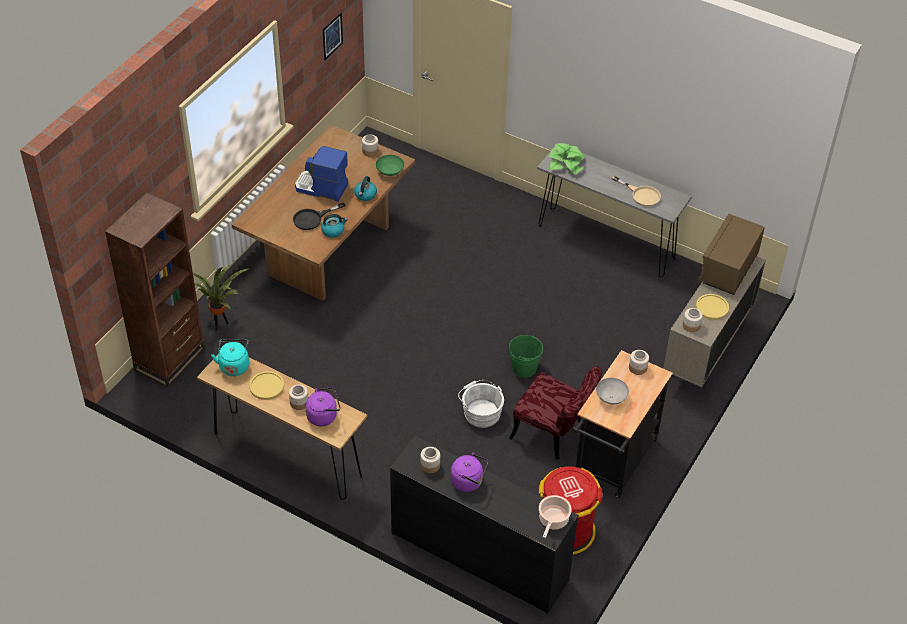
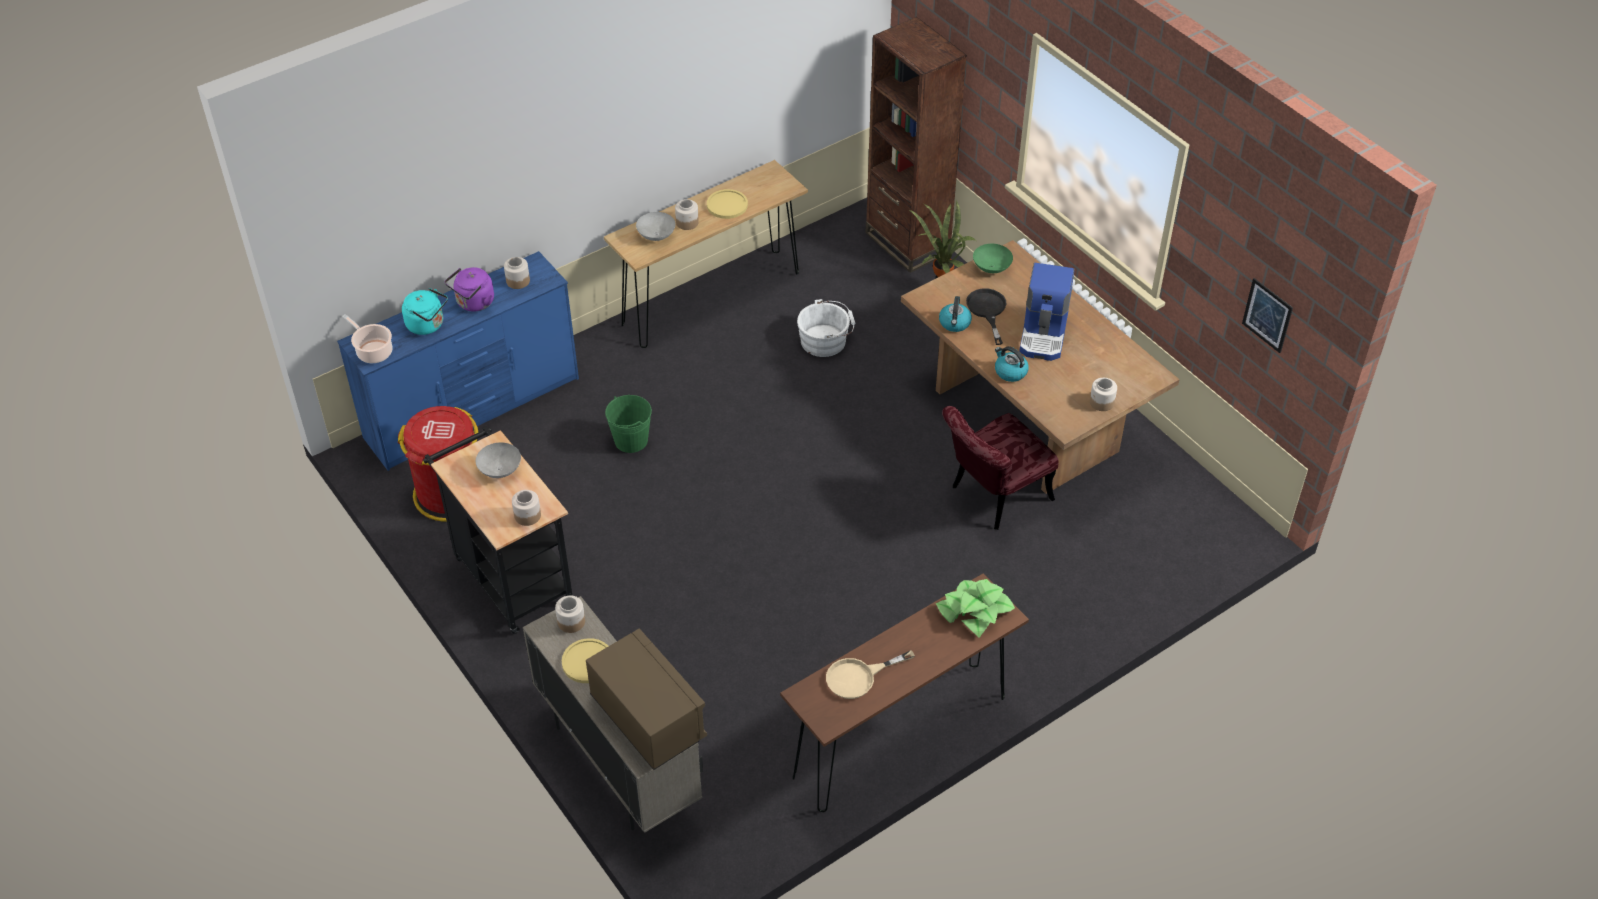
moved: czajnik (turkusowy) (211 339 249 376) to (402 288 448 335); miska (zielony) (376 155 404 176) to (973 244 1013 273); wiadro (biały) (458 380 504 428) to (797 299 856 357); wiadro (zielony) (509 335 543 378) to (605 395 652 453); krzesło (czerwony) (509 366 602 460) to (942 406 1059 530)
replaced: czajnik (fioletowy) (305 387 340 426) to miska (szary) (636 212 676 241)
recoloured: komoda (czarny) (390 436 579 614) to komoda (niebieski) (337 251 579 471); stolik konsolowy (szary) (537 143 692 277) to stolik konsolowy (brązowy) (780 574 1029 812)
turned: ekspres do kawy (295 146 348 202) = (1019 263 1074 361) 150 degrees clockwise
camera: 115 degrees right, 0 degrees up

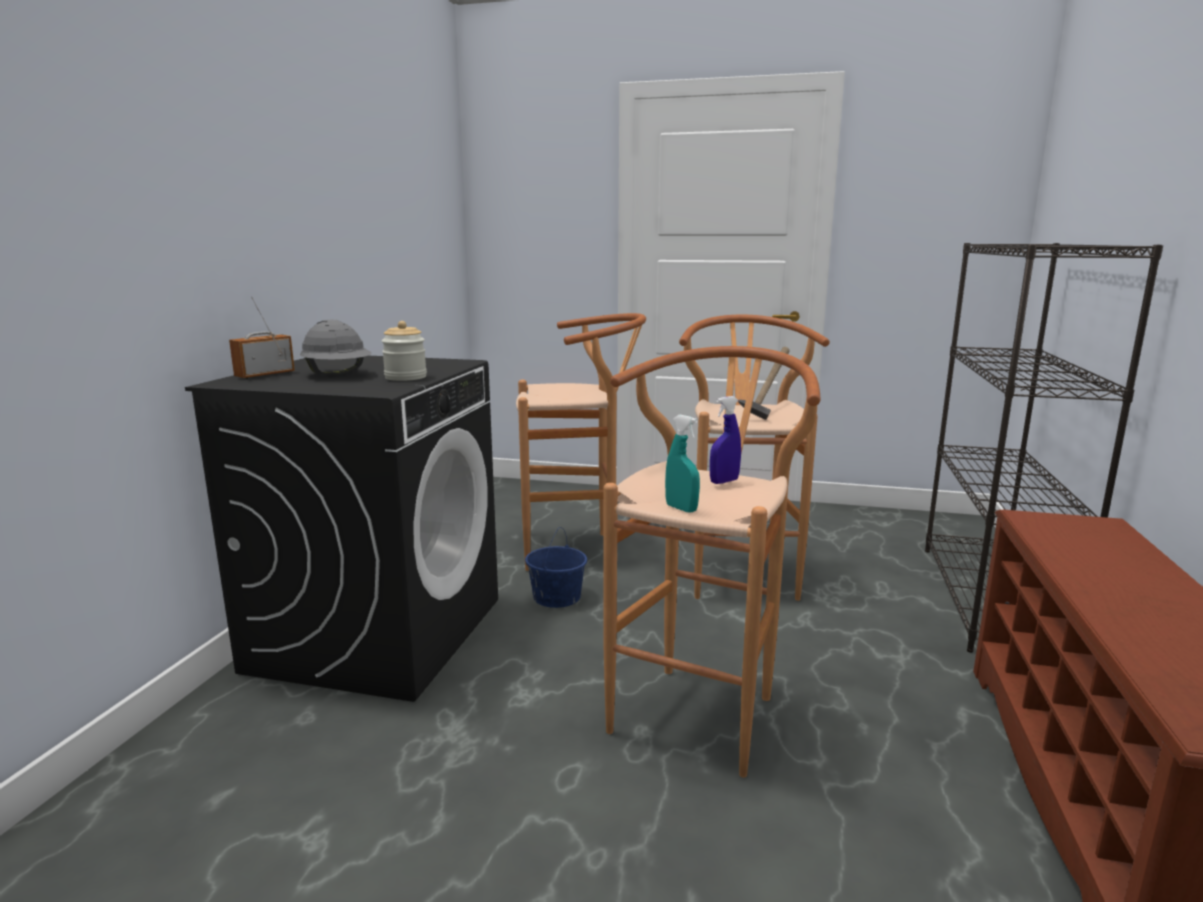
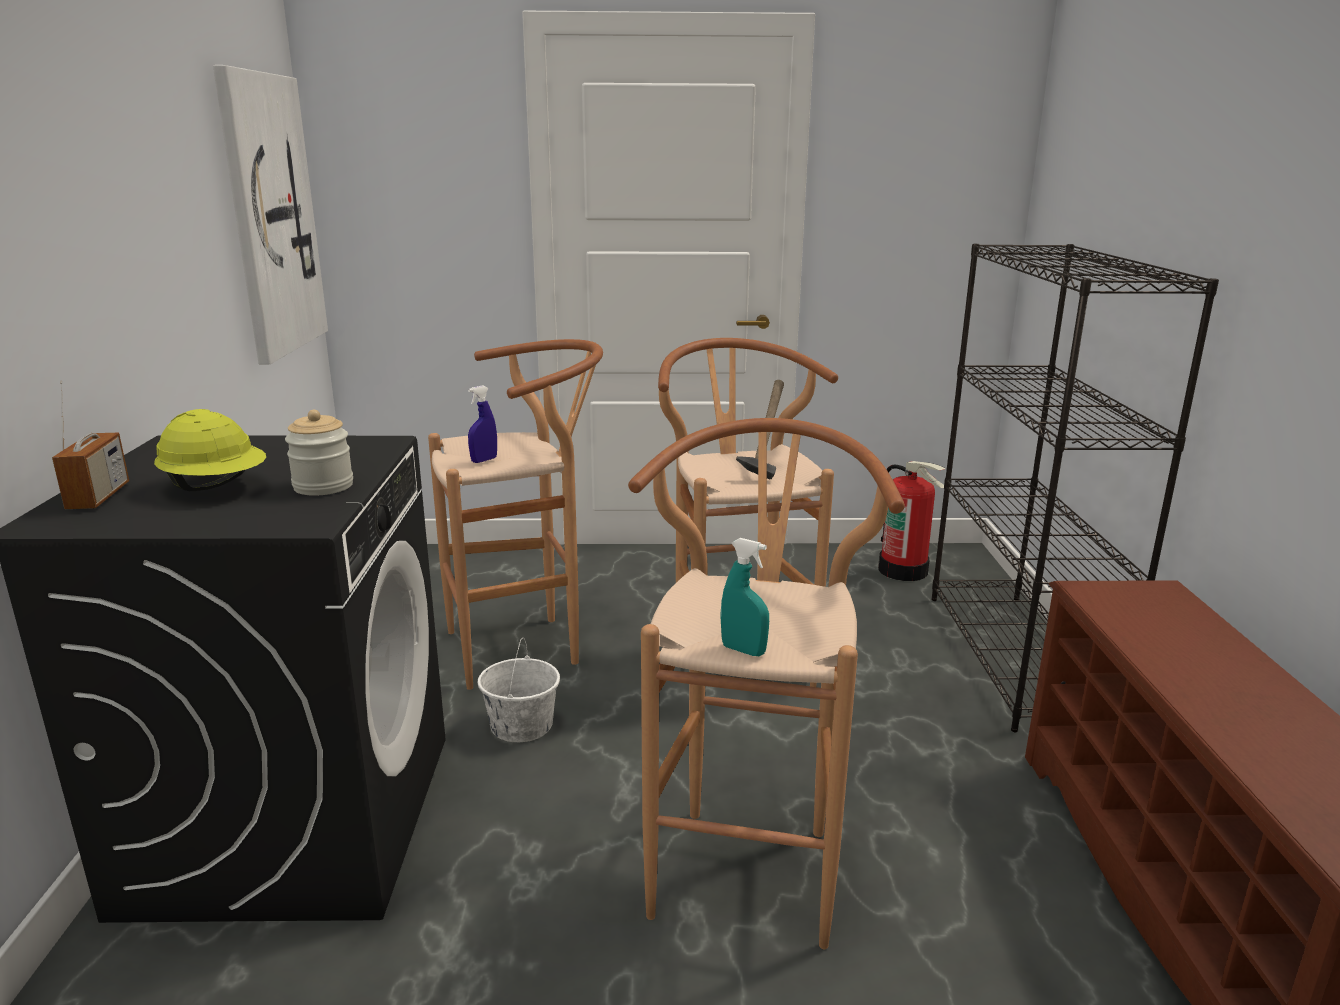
added: obraz (213 65 328 365); gaśnica (878 461 946 581)
moved: spryskiwacz (niebieski) (710 396 741 484) to (468 385 497 463)
recoloured: kask (szary) (300 320 372 375) to kask (żółty) (154 409 266 491); wiadro (niebieski) (525 527 587 608) to wiadro (biały) (478 638 560 742)
turned: radio (229 297 295 379) = (52 381 129 509) 150 degrees clockwise
camera: 15 degrees left, 5 degrees up

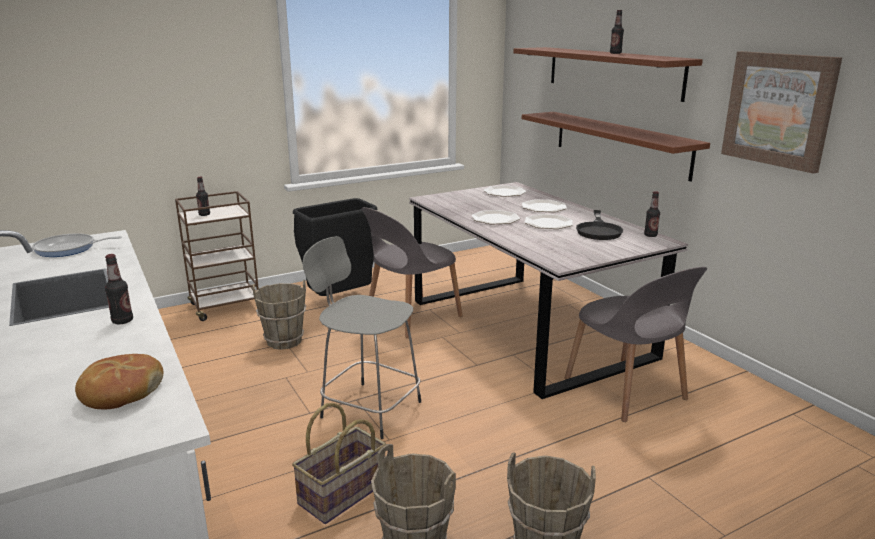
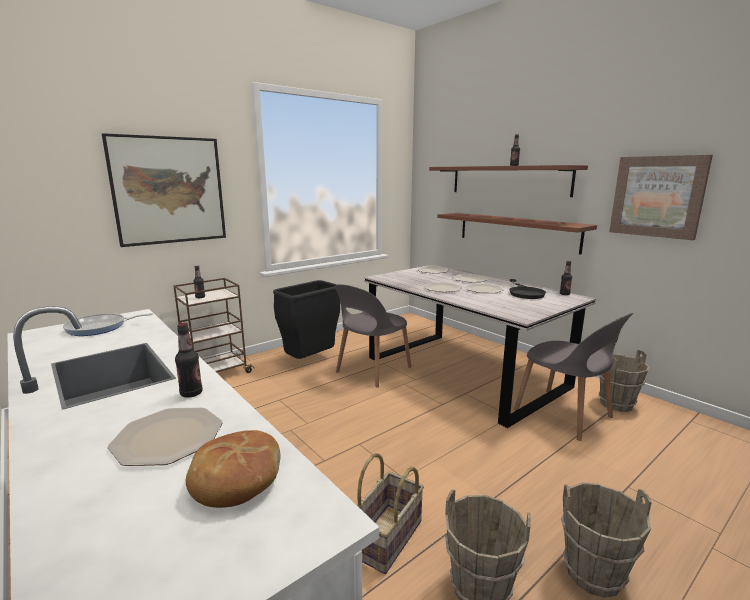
removed: stołek (szary) (302 236 421 439)
added: obraz (102 133 226 247); talerz (108 407 223 466)
moved: wiadro (brązowy) (252 280 306 350) to (598 350 649 412)
camera: 10 degrees left, 5 degrees down

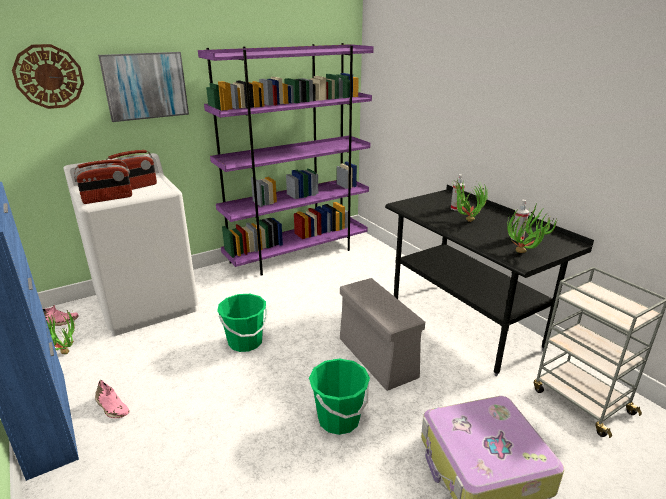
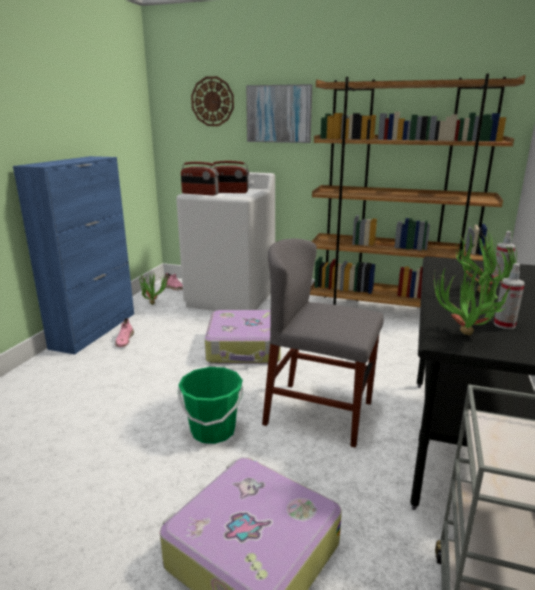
replaced: wiadro (zielony) (217 294 268 352) to walizka (205 310 281 364); pojemnik do przechowywania (szary) (340 278 425 391) to krzesło (szary) (262 239 384 448)
recoloured: regał (fioletowy) (198 43 374 276) to regał (brązowy) (310 74 526 307)
camera: 50 degrees right, 5 degrees down

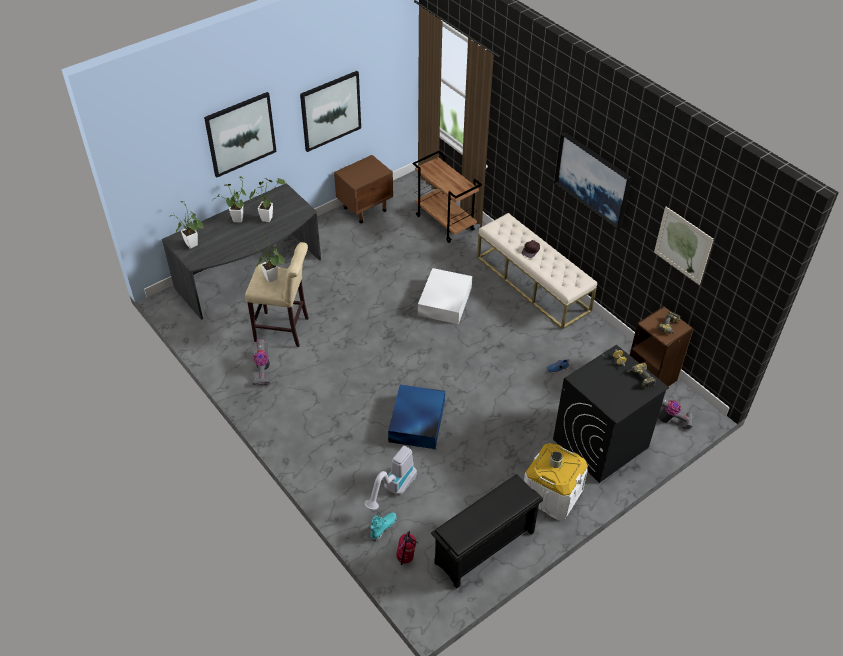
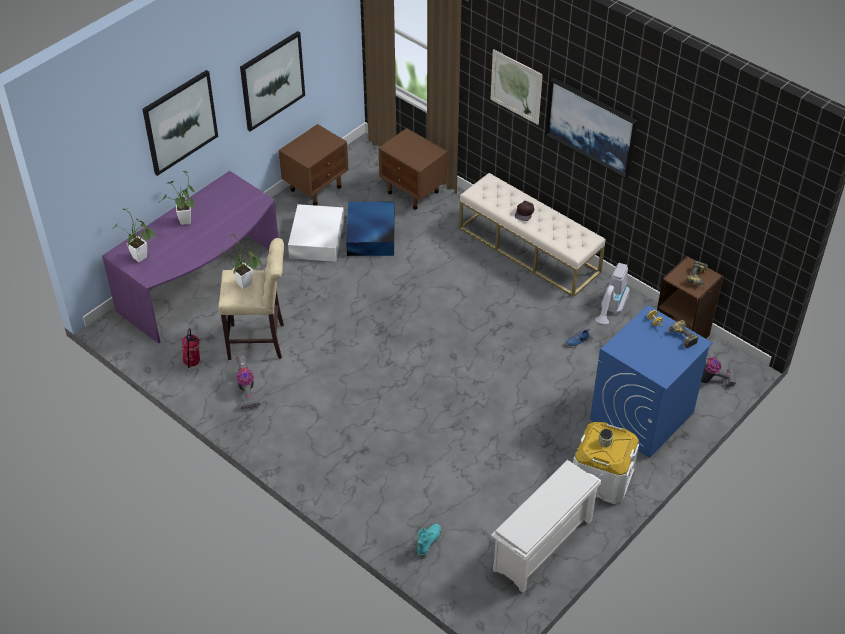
removed: roślina doniczkowa (249 178 286 222)
moved: odkurzacz (365 446 417 510) to (595 263 630 324); pojemnik do przechowywania (niebieski) (388 385 445 449) to (346 202 395 256); gaśnica (396 531 418 565) to (182 328 200 368); pojemnik do przechowywania (biały) (418 268 472 324) to (288 204 344 262); obraz (654 207 714 285) to (491 49 543 125)
replaced: wózek (brązowy) (413 151 482 243) to szafka nocna (brązowy) (379 128 448 210)
recoloured: biurko (szary) (162 183 321 320) to biurko (fioletowy) (102 171 278 344); regał na buty (czarny) (431 474 543 589) to regał na buty (biały) (491 460 601 593); pralka (czarny) (553 345 669 483) to pralka (niebieski) (590 305 713 458)
camera: 10 degrees left, 0 degrees up

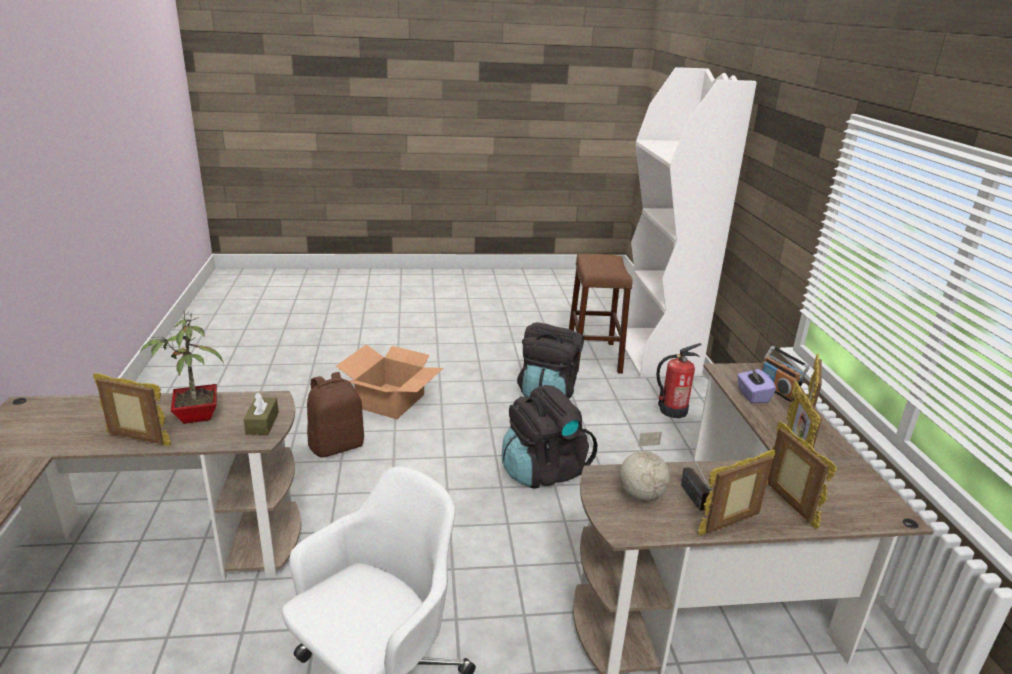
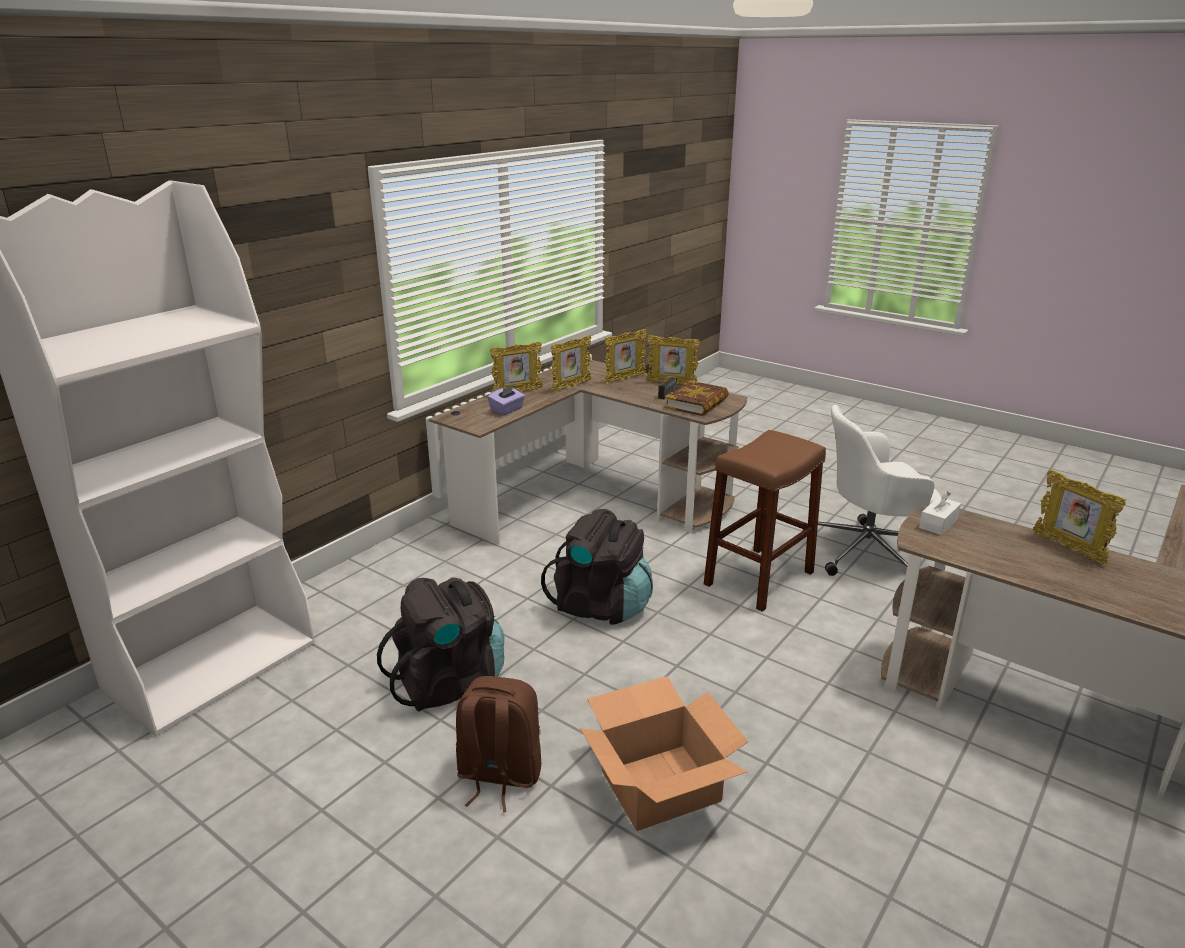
removed: roślina doniczkowa (140 311 224 424); gaśnica (656 343 702 418); radio (761 346 810 402)
moved: plecak (brązowy) (307 372 364 458) to (456 676 541 812); stołek (brązowy) (569 254 632 374) to (704 430 826 612)
replaced: globus (619 432 670 502) to książka (664 380 729 416)
recoloured: pudełko chusteczek (brązowy) (244 392 279 435) to pudełko chusteczek (biały) (919 491 961 535)
turned: ramka na zdjęcie (767 421 837 529) = (604 329 647 383) 150 degrees counterclockwise
camera: 135 degrees left, 0 degrees up

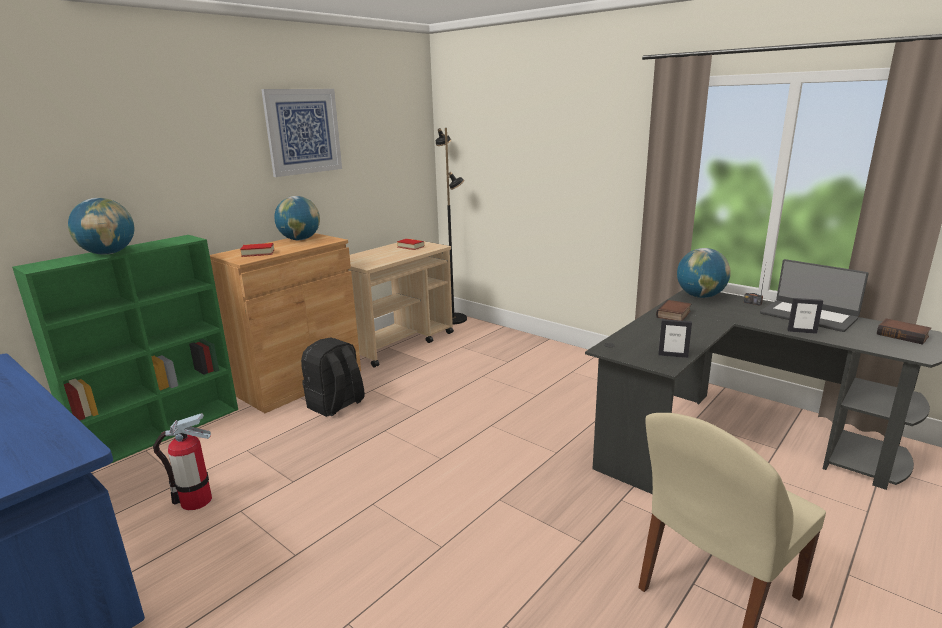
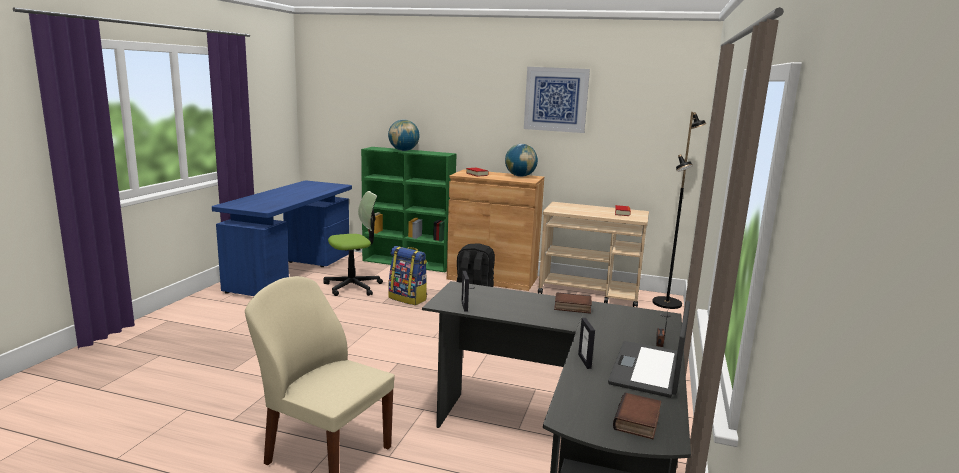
removed: globus (677 248 731 298)
added: plecak (388 246 427 305)
replaced: gaśnica (153 413 212 510) to krzesło biurowe (323 191 383 296)
camera: 65 degrees right, 5 degrees down

